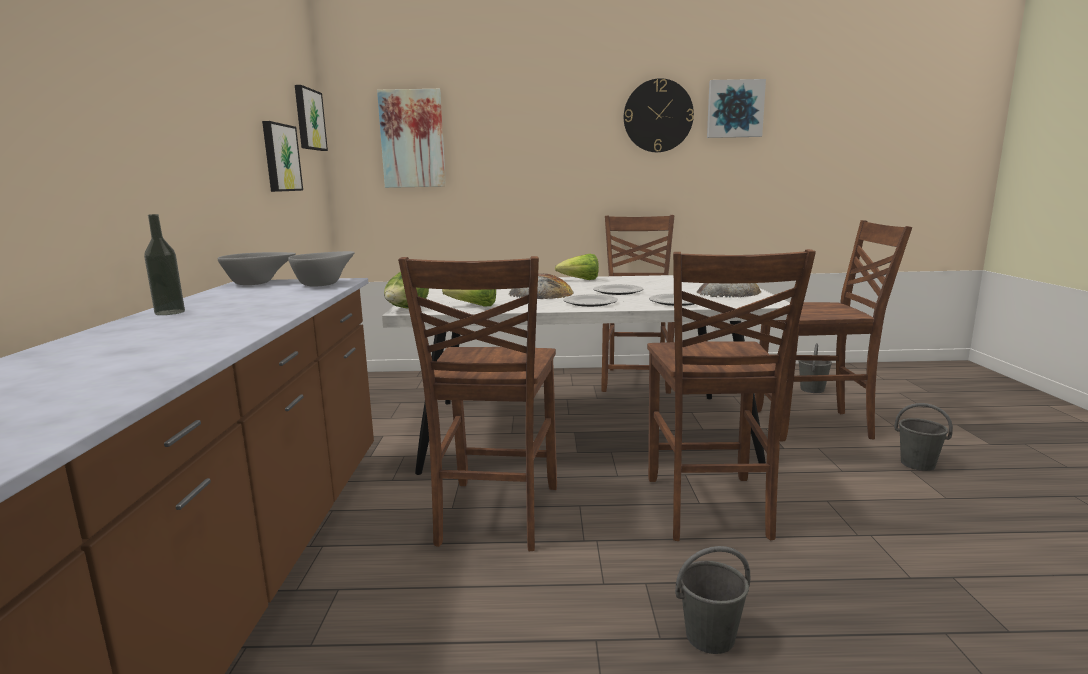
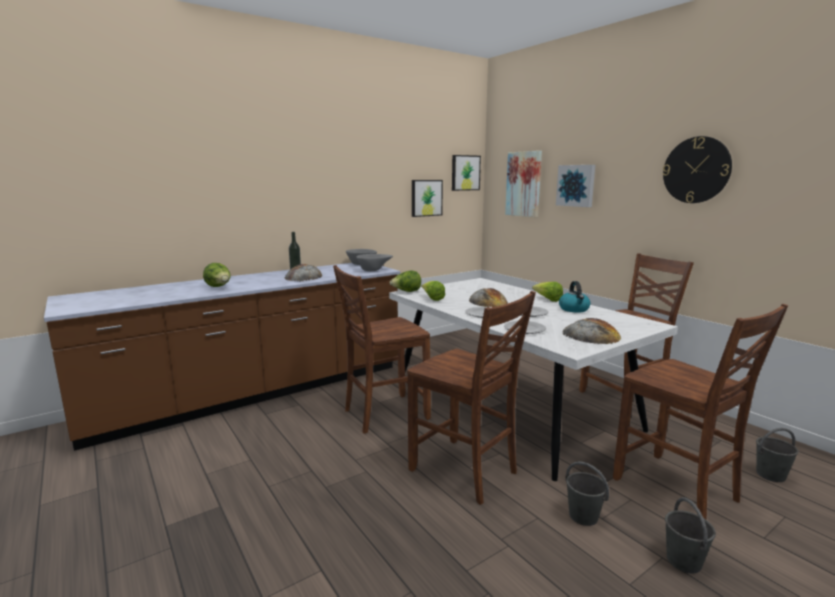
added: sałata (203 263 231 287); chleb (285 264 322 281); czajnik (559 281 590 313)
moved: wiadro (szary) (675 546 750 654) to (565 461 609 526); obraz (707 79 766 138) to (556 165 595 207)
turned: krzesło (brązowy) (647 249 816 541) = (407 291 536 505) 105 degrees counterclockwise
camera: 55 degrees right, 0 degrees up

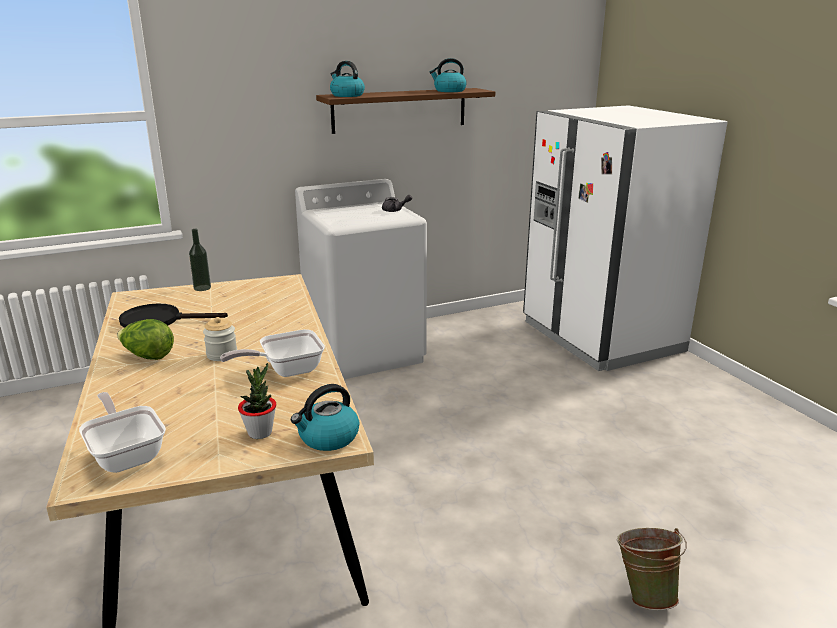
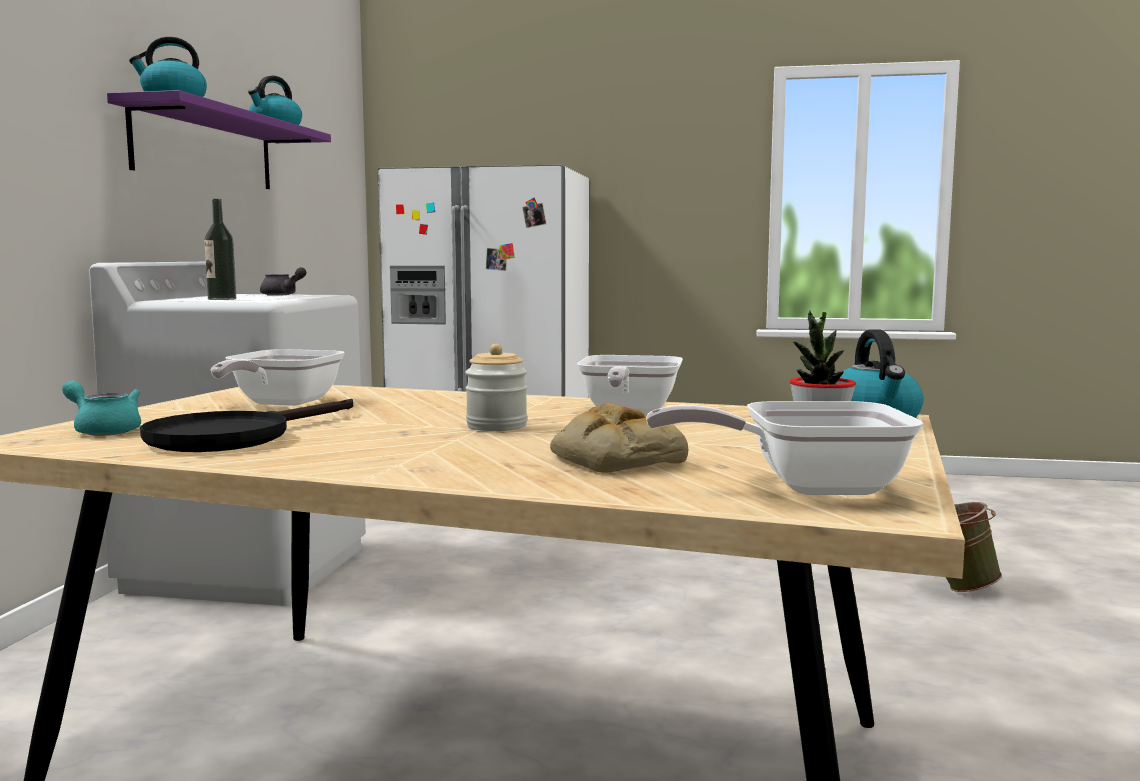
removed: sałata (117 319 174 360)
added: imbryk (turkusowy) (62 381 141 436); patelnia (211 349 344 406); chleb (550 403 688 473)
moved: butelka (189 229 211 291) to (204 199 236 300)
recoloured: półka (brązowy) (316 88 495 134) to półka (fioletowy) (107 90 331 189)
camera: 55 degrees left, 15 degrees down

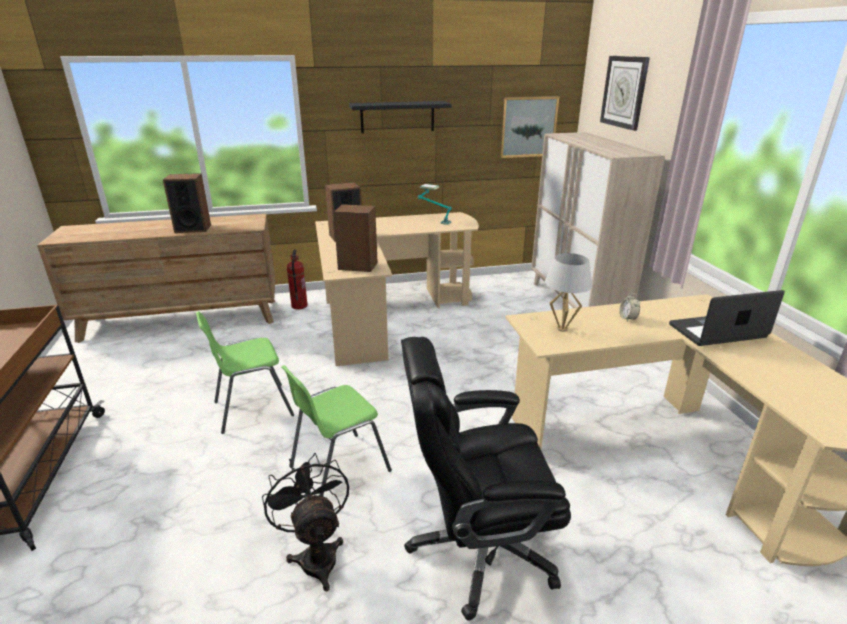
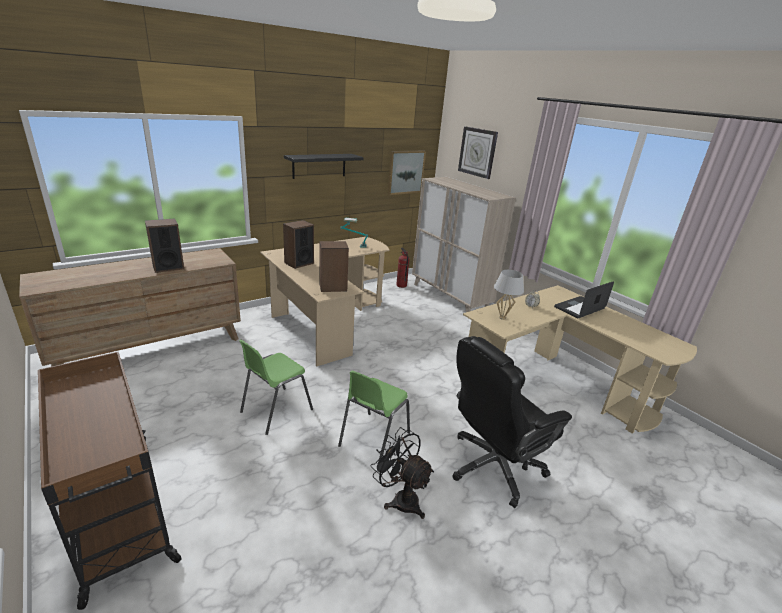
moved: gaśnica (287 250 308 310) to (396 248 410 288)
camera: 25 degrees left, 0 degrees up

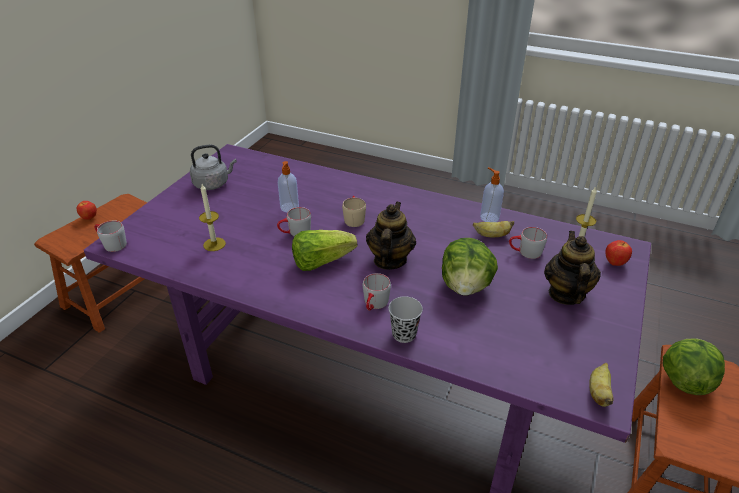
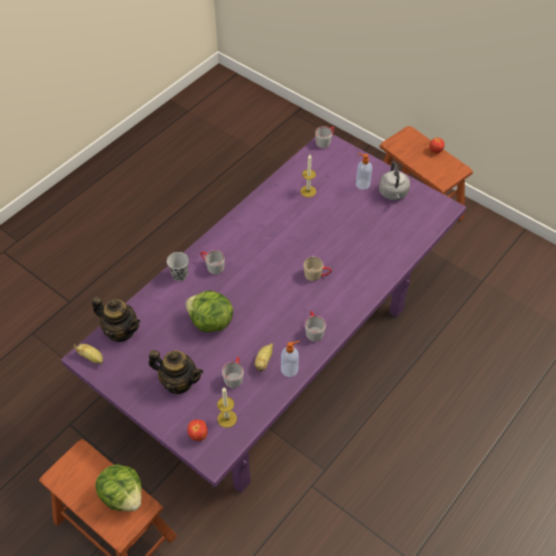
removed: sałata (292 230 357 271)
moved: kubek (szary) (277 207 311 236) to (305 311 326 342); dozownik mydła (278 161 299 212) to (356 153 372 190); imbryk (366 202 416 270) to (92 297 140 342)
camera: 105 degrees right, 15 degrees up

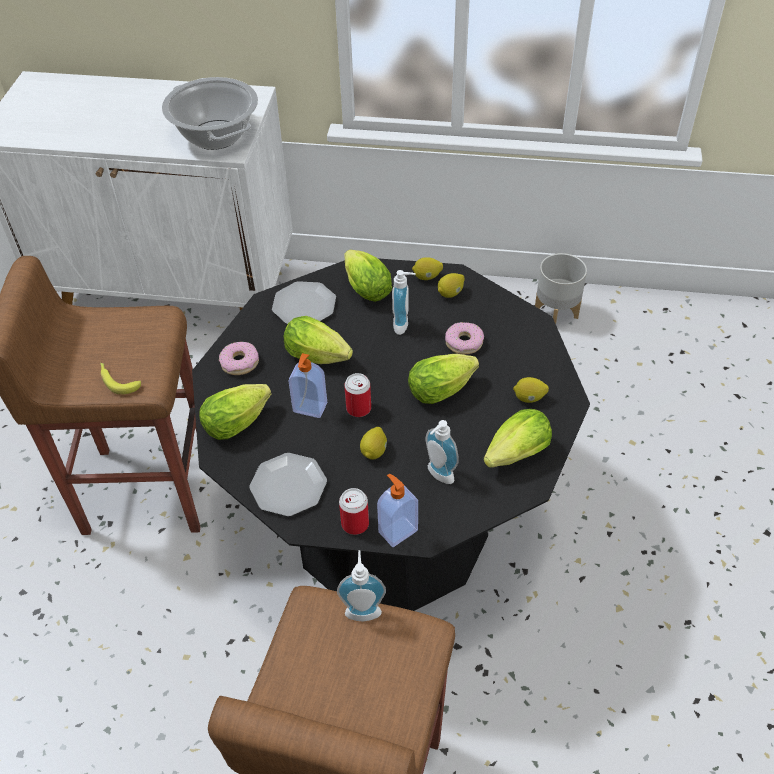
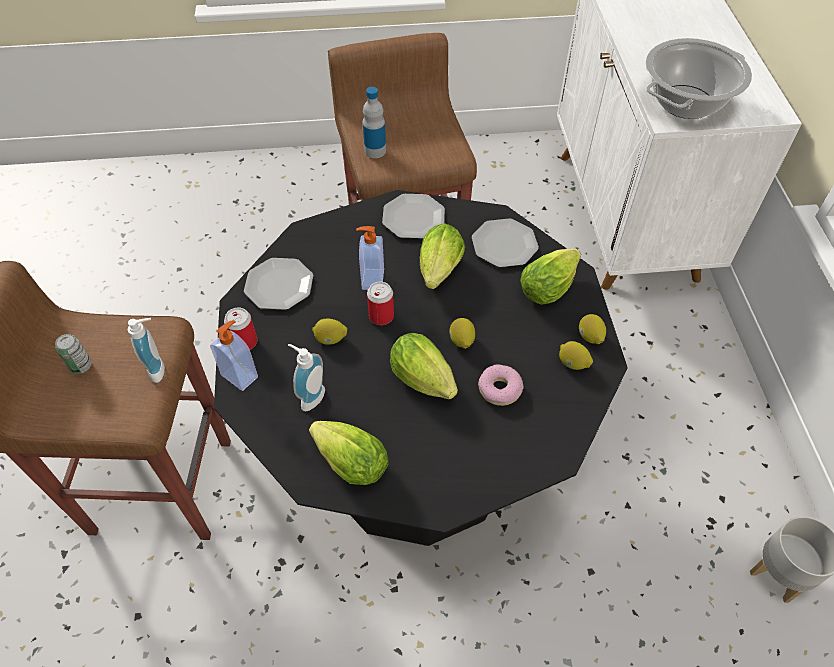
removed: sałata (199 384 271 440); dozownik mydła (392 270 416 335)
added: puszka (55 334 92 374)
moved: cytryna (513 377 549 403) to (449 318 475 349)
replaced: banan (100 363 141 395) to butelka (363 87 386 158); donut (219 342 259 375) to talerz (382 194 445 239)
camera: 75 degrees right, 5 degrees up

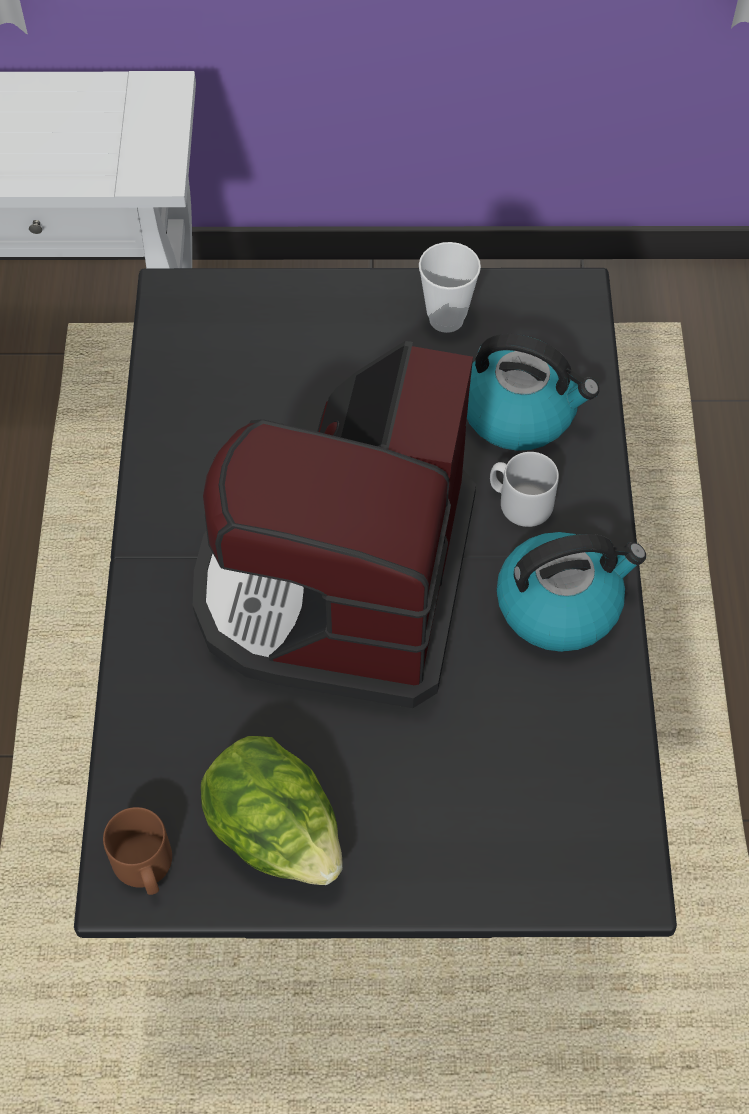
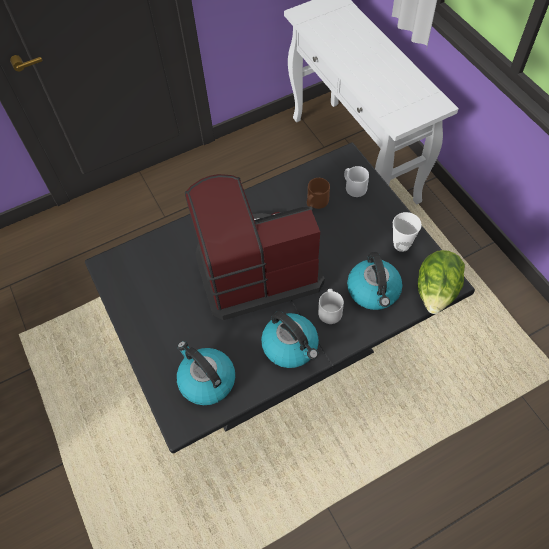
added: czajnik (177 341 235 405); kubek (biały) (344 166 369 197)
moved: kubek (brązowy) (103 807 172 895) to (307 178 330 209); sałata (200 736 343 885) to (418 250 465 314)
camera: 65 degrees right, 0 degrees up

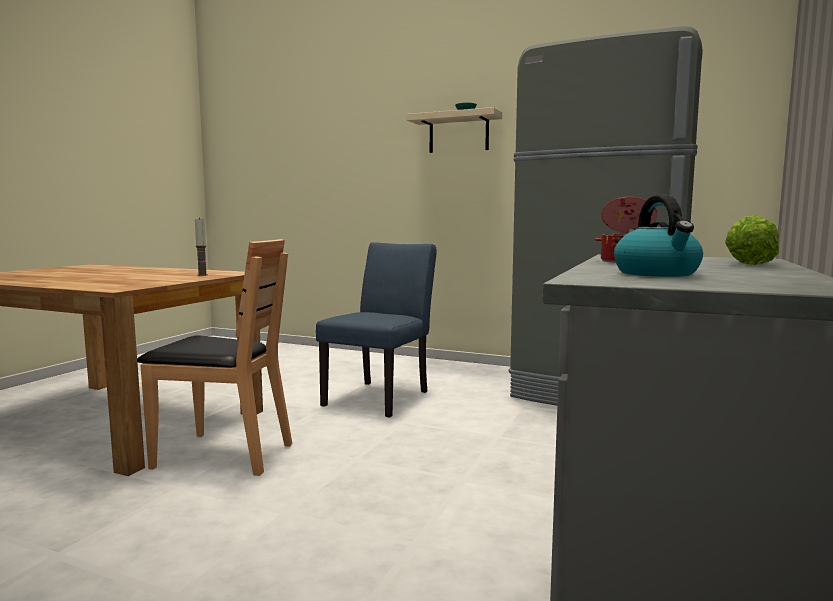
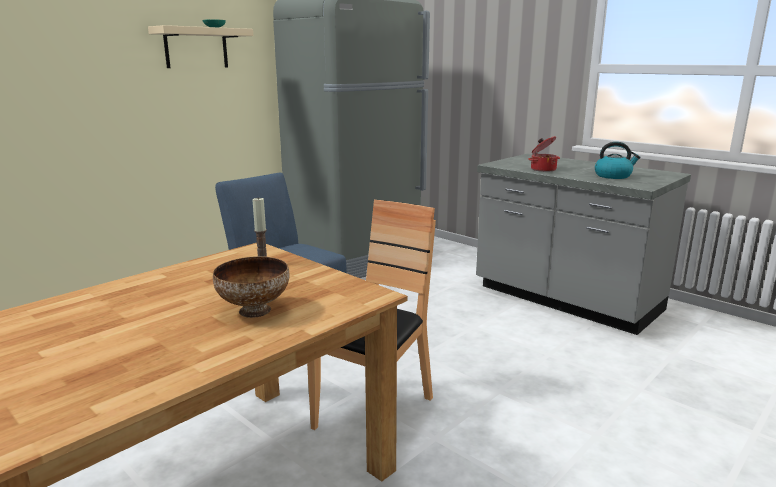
removed: sałata (725 215 779 265)
added: miska (213 256 290 318)
camera: 70 degrees left, 10 degrees up

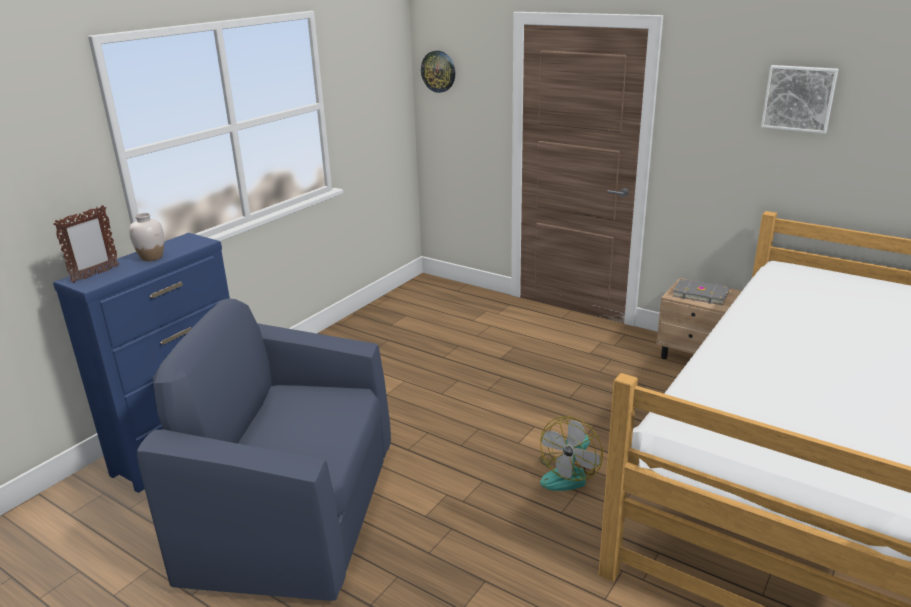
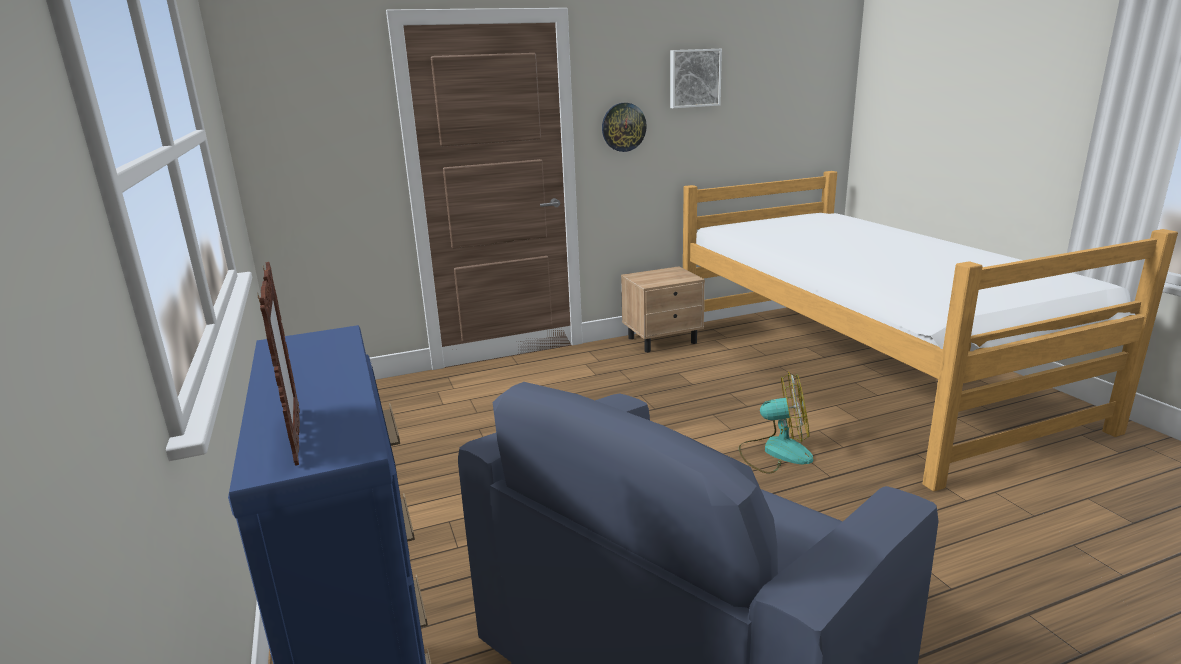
removed: wazon (biały) (129 213 164 261); książka (szary) (672 279 730 306)
moved: zegar ścienny (421 51 455 93) to (602 103 647 152)
turned: wentylator (540 416 603 491) = (739 372 813 474) 60 degrees counterclockwise
camera: 55 degrees left, 5 degrees down

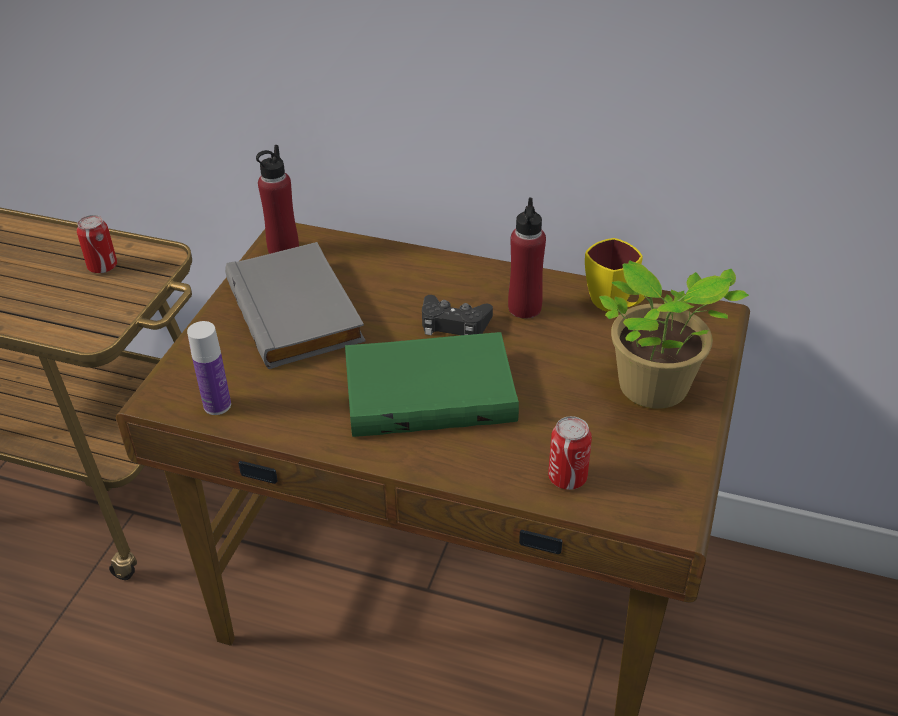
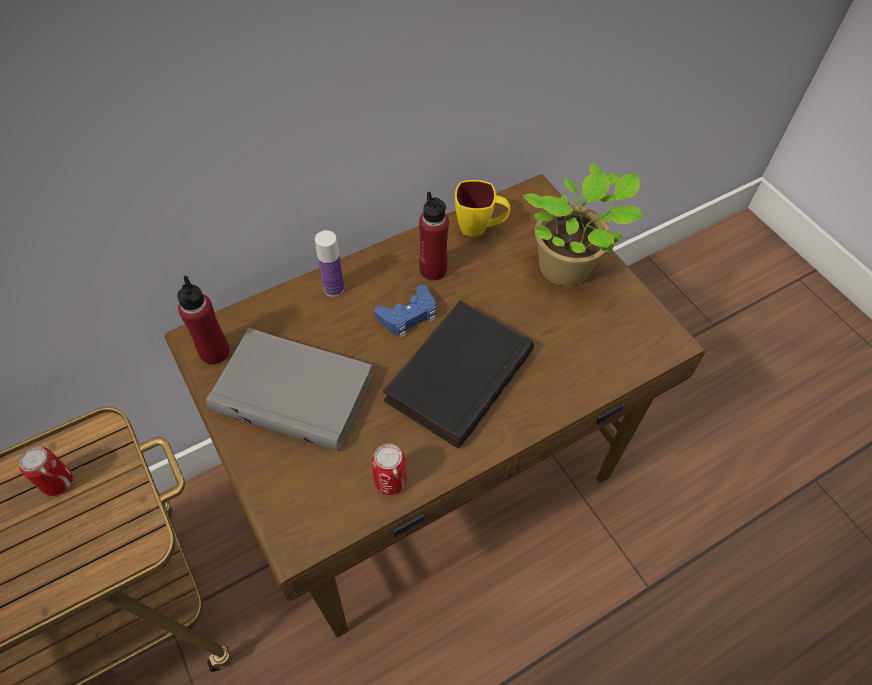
moved: butelka (187 321 231 415) to (315 230 344 297); puszka (548 416 592 490) to (372 444 407 495)
recoloured: książka (zielony) (345 332 519 437) to książka (czarny) (383 300 534 448); pad do gier (czarny) (422 295 493 335) to pad do gier (niebieski) (374 284 436 338)
camera: 50 degrees left, 15 degrees up

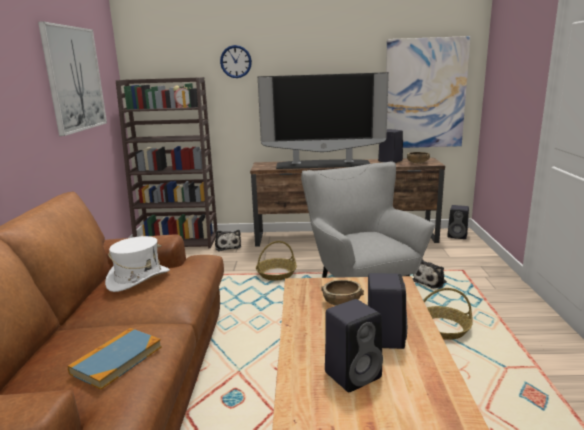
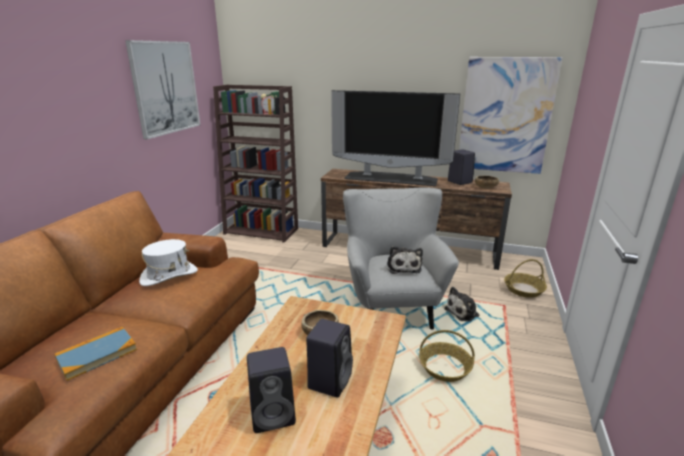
removed: zegar ścienny (220 45 252 78); głośnik (czarny) (447 205 469 239)
moved: pluszak (215 230 241 252) to (387 246 423 274); koszyk (256 241 297 281) to (504 259 547 298)
camera: 15 degrees right, 5 degrees up

